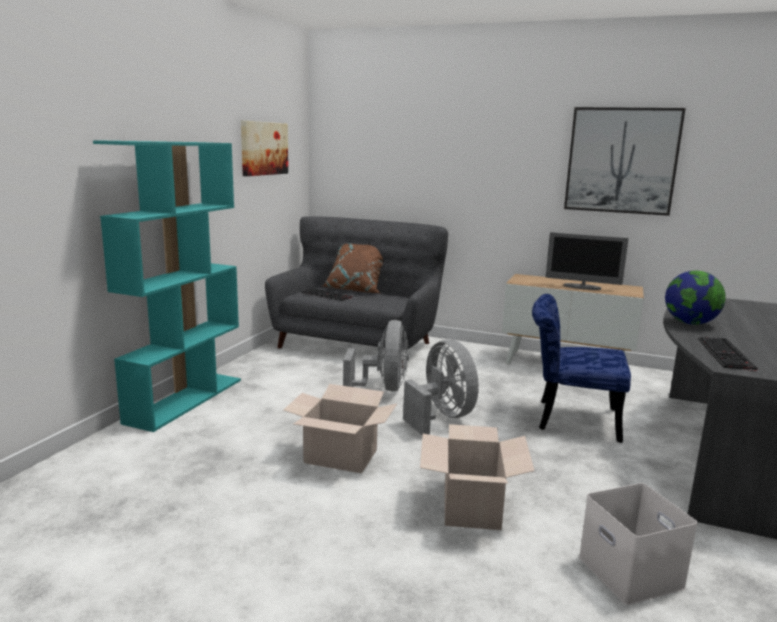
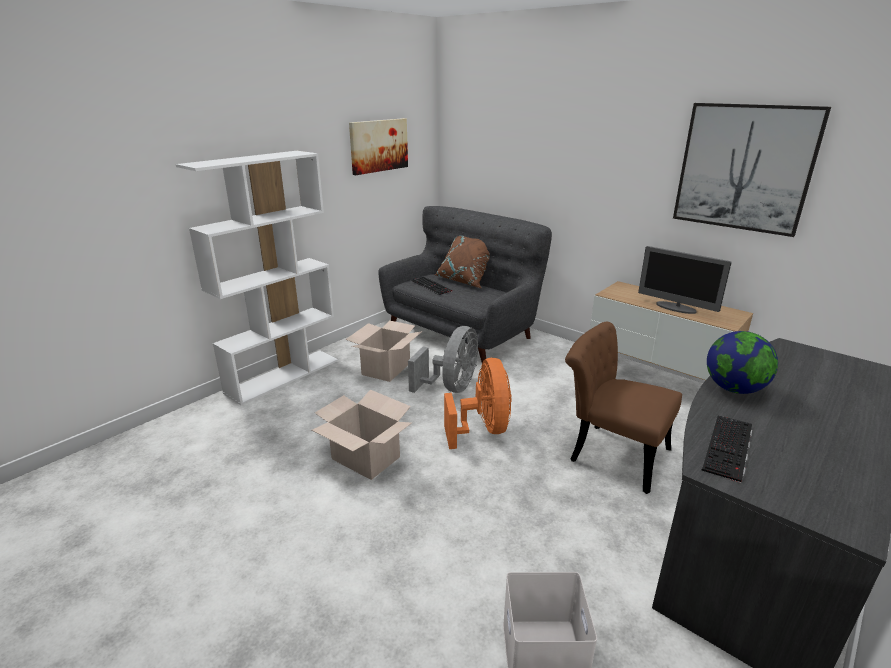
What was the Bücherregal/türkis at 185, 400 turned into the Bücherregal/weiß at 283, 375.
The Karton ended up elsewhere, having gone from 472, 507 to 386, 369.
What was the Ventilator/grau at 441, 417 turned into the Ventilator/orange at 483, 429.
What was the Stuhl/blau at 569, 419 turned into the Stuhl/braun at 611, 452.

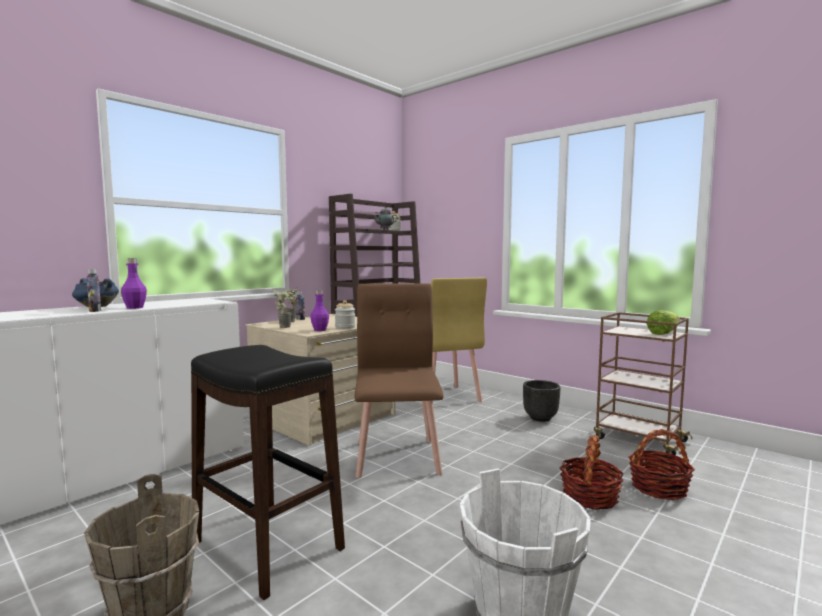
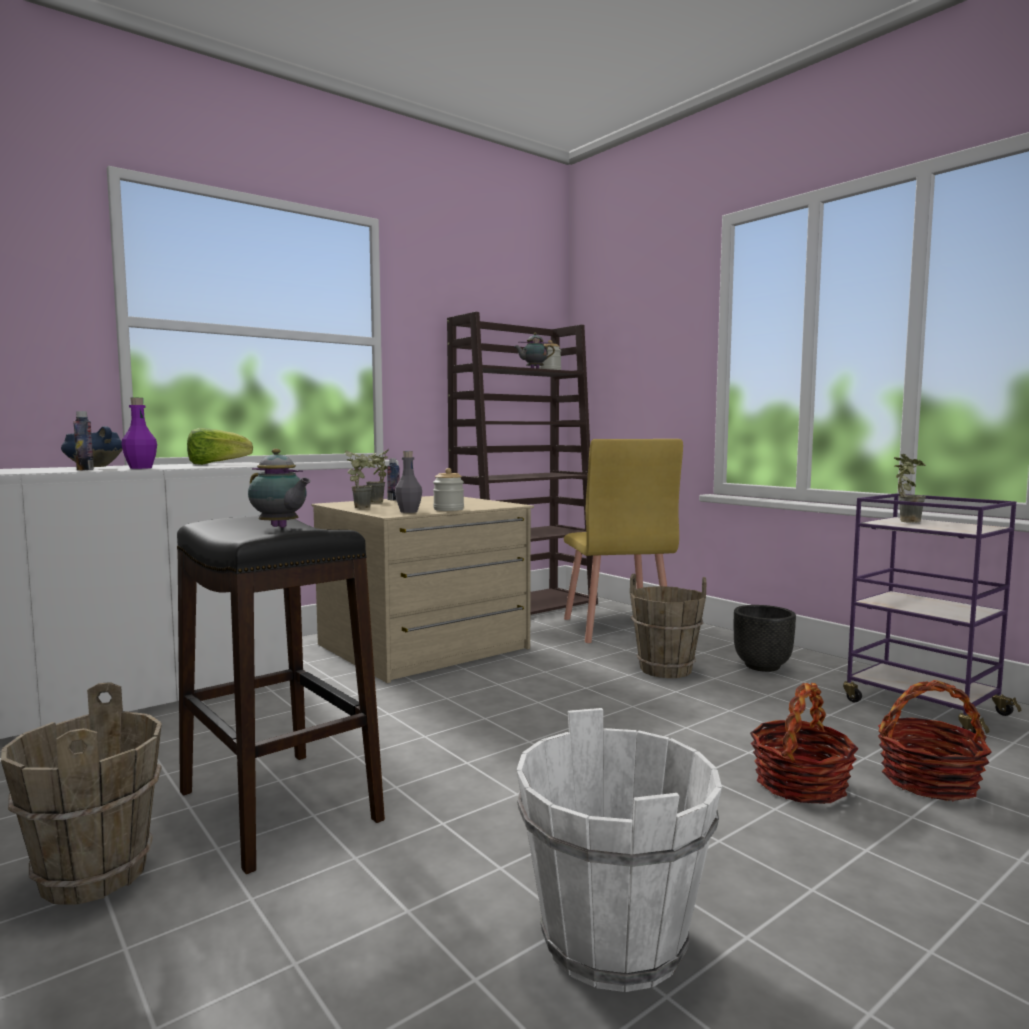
The Salatkopf ended up elsewhere, having gone from 663, 333 to 216, 464.
The second view gained the Teekanne at 280, 527.
What was the Flasche/lila at 320, 330 turned into the Flasche/grau at 408, 511.
The second view gained the Eimer/braun at 665, 670.
What was the Rollwagen/braun at 638, 439 turned into the Rollwagen/lila at 922, 707.
The second view gained the Topfpflanze at 904, 521.
The second view lost the Stuhl/braun at 398, 456.

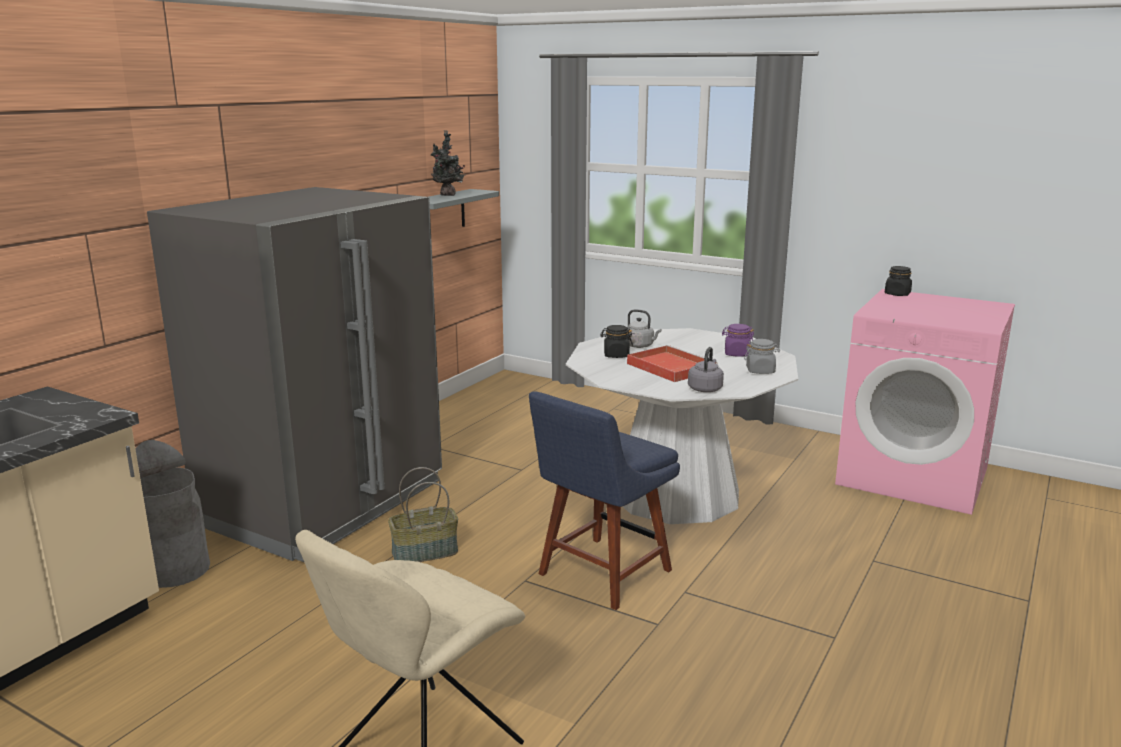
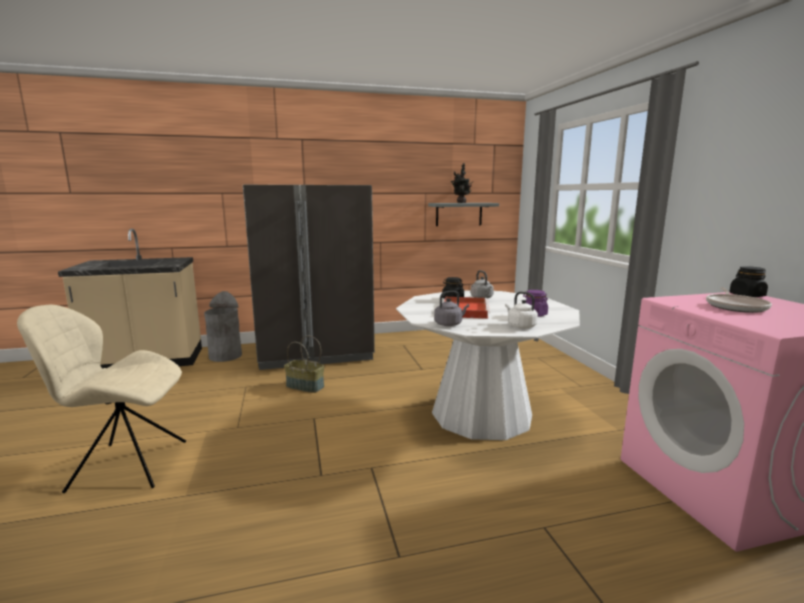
Where the Vorratsglas/grau stood at 760, 371, the Wasserkessel/weiß came to stand at 520, 326.
The second view gained the Pfanne at 735, 306.
The second view lost the Stuhl/blau at 600, 575.

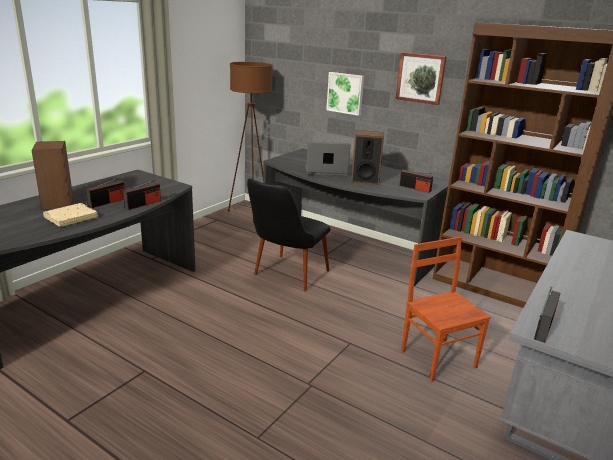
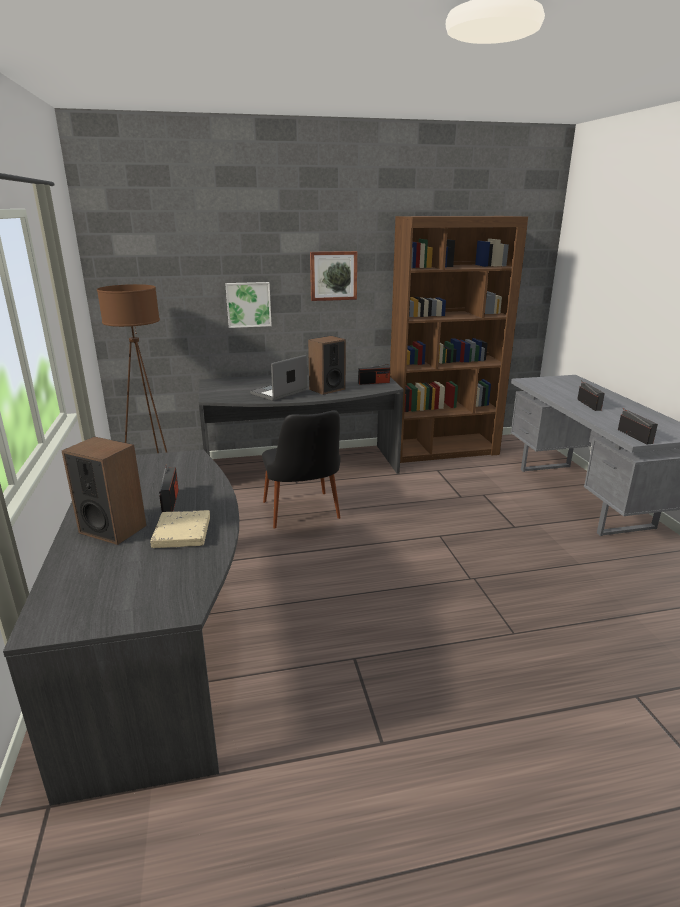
The Radio ended up elsewhere, having gone from 143, 204 to 588, 404.
The second view lost the Stuhl/braun at 438, 358.

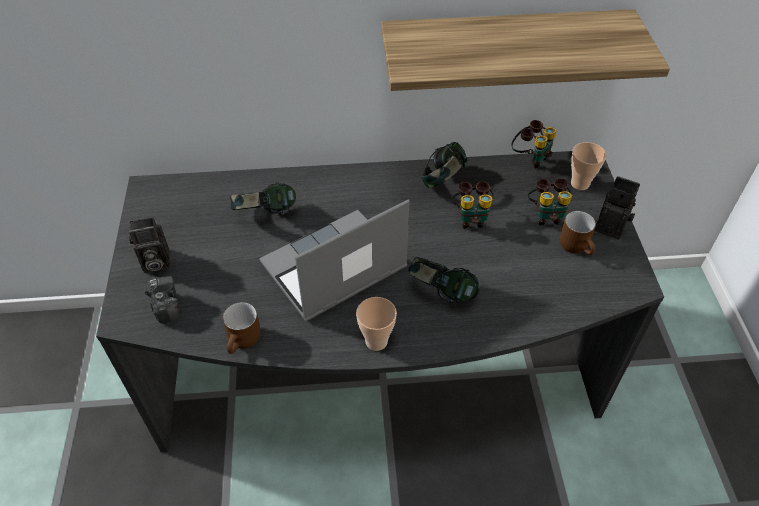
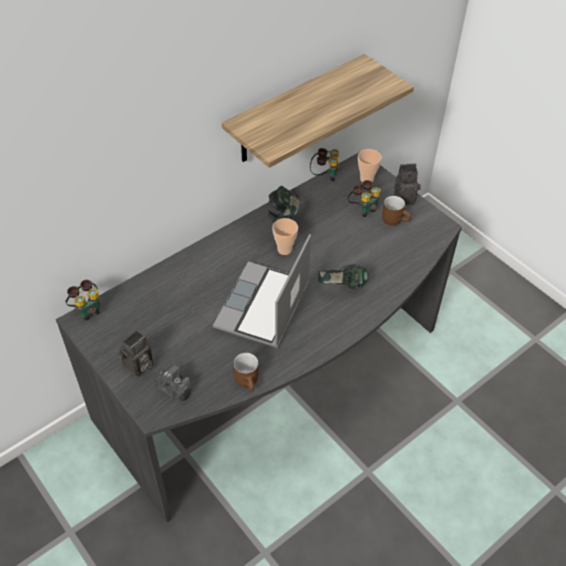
The Fernglas ended up elsewhere, having gone from 471, 218 to 87, 310.
The Tasse ended up elsewhere, having gone from 376, 341 to 284, 249.
The second view lost the Kopfhörer at 266, 215.

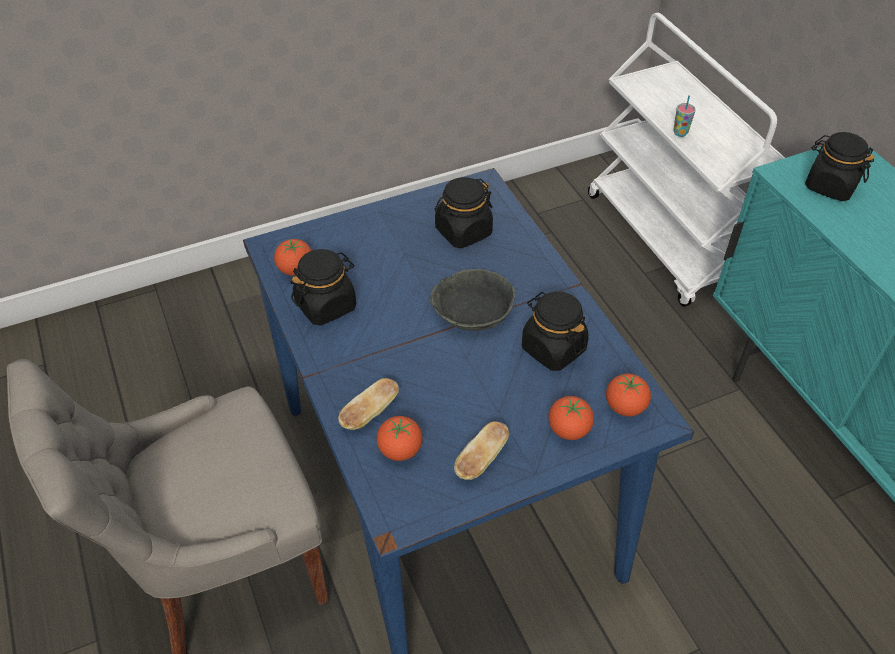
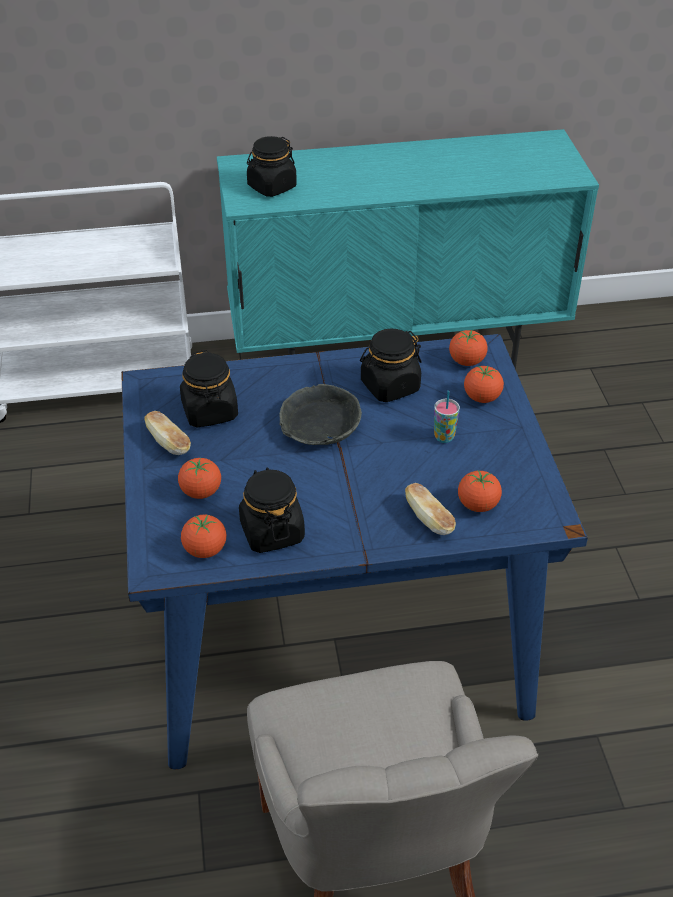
The Brot ended up elsewhere, having gone from 481, 459 to 169, 442.
The second view gained the Tomate at 201, 492.
The Tasse ended up elsewhere, having gone from 680, 133 to 444, 437.

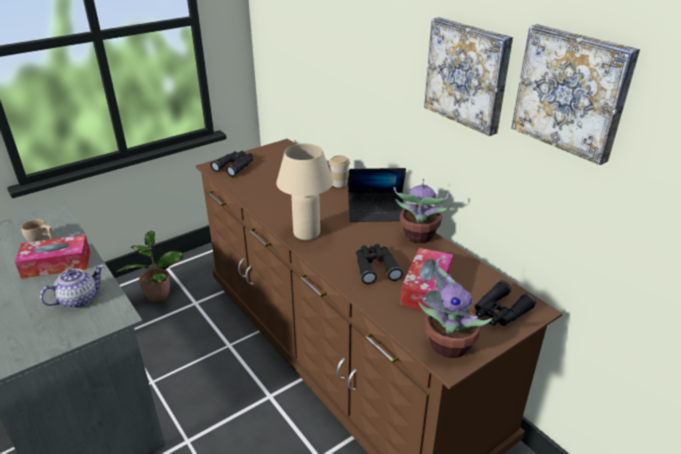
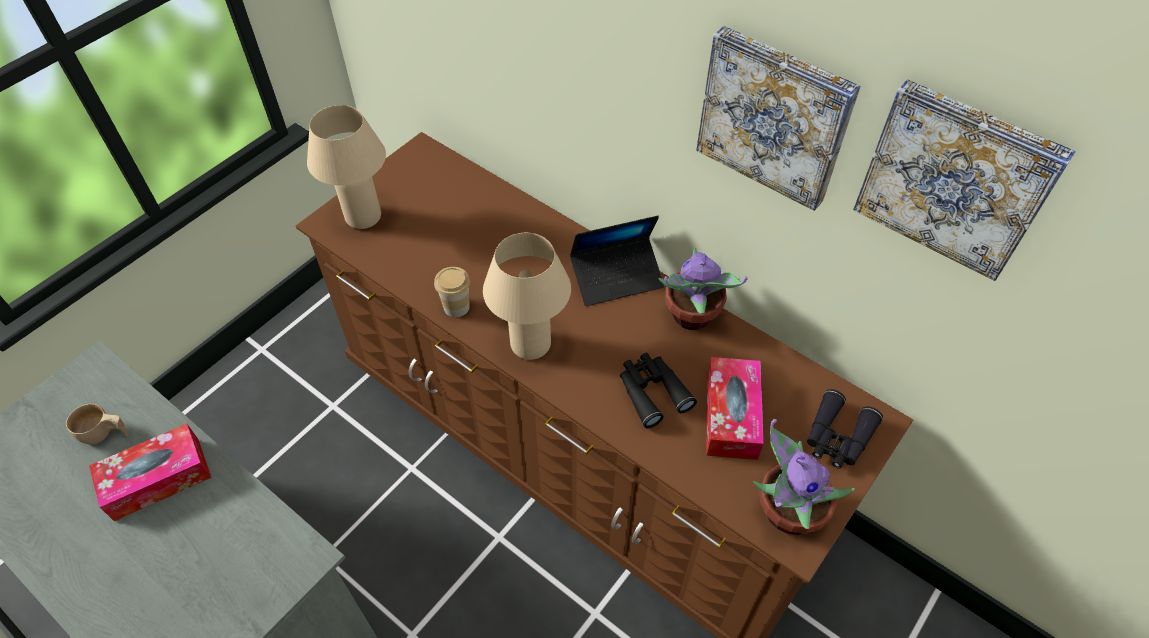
Where the Fernglas/schwarz stood at 235, 166, the Tischlampe/beige came to stand at 363, 217.
The Tasse ended up elsewhere, having gone from 339, 183 to 456, 307.
The second view lost the Teekanne at 79, 299.
The second view lost the Topfpflanze at 158, 294.

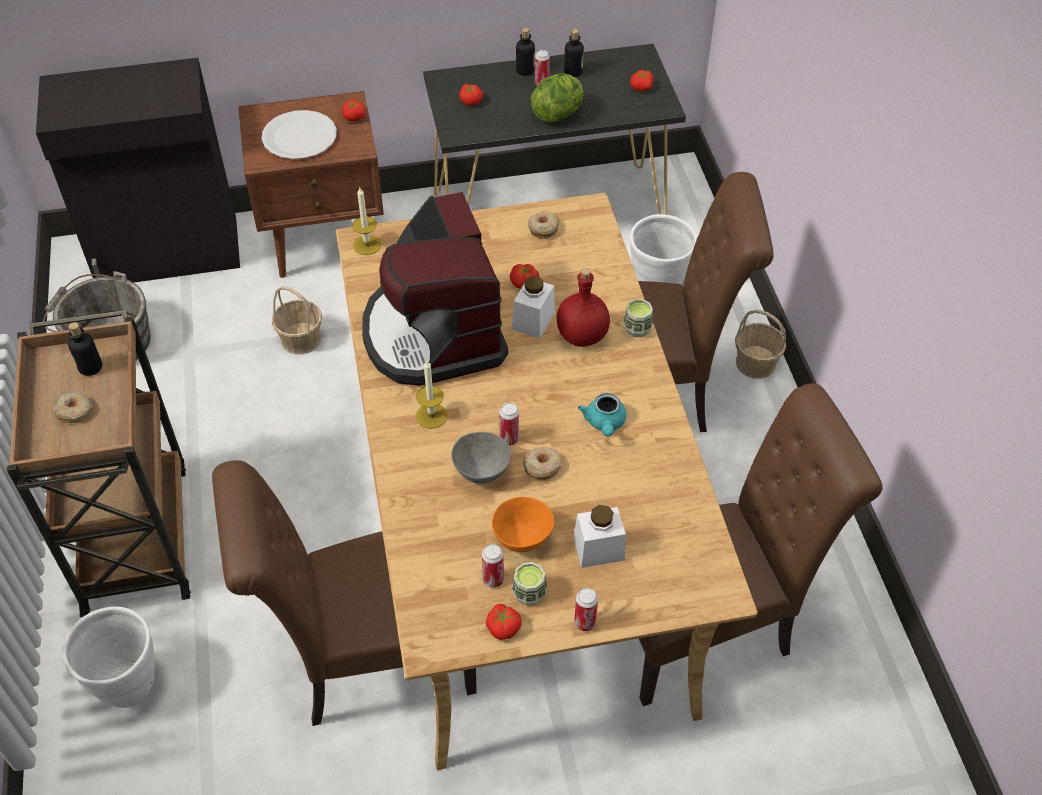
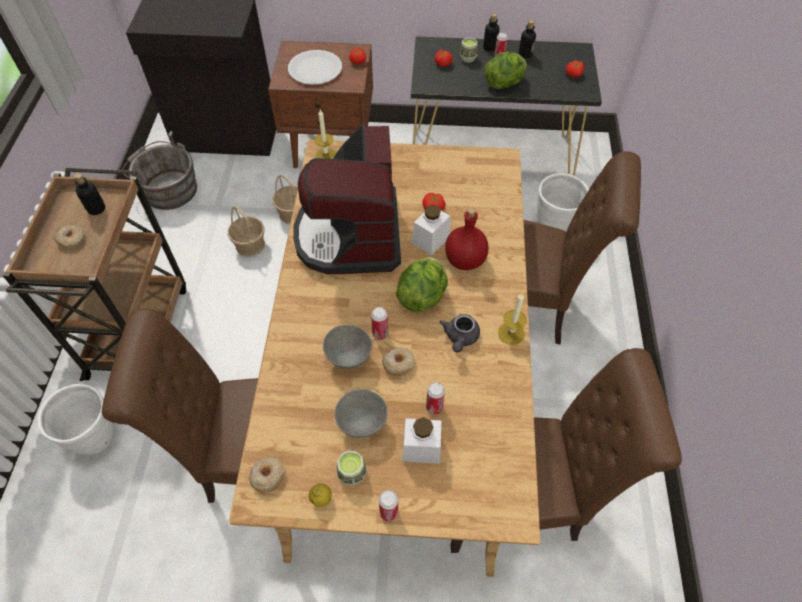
The Korb ended up elsewhere, having gone from 755, 362 to 250, 245.
The Donut ended up elsewhere, having gone from 543, 228 to 267, 476.
Where the Tomate stood at 503, 627, the Zitrone came to stand at 321, 499.
What was the Schüssel/orange at 522, 539 turned into the Schüssel/grau at 362, 423.
The second view gained the Salatkopf at 422, 296.
The Dose ended up elsewhere, having gone from 493, 579 to 434, 407.
What was the Teekanne/türkis at 604, 423 turned into the Teekanne/grau at 460, 338.
The Tasse ended up elsewhere, having gone from 637, 329 to 468, 58.
The Kerze ended up elsewhere, having gone from 431, 416 to 511, 333.

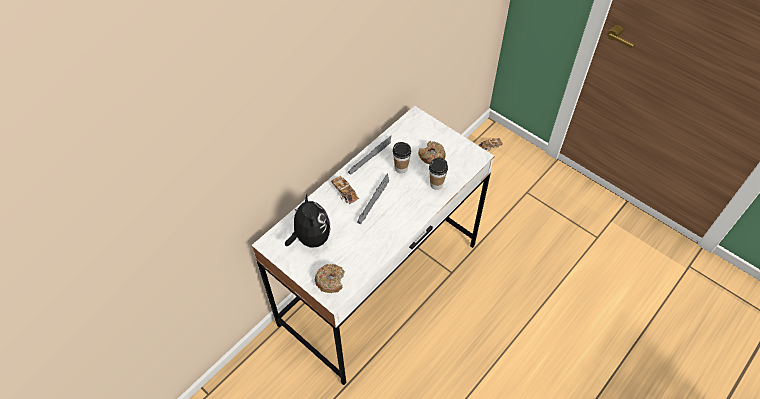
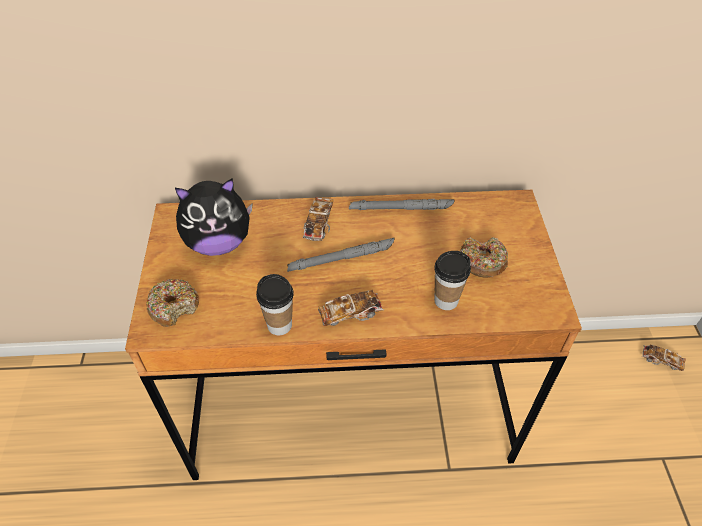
What was the Schreibtisch/weiß at 380, 284 turned into the Schreibtisch/braun at 351, 406.
The Plüschtier at 311, 238 ended up facing another way, 45 degrees clockwise from before.
The Tasse ended up elsewhere, having gone from 401, 168 to 279, 325.
The second view gained the Spielzeugauto at 350, 314.

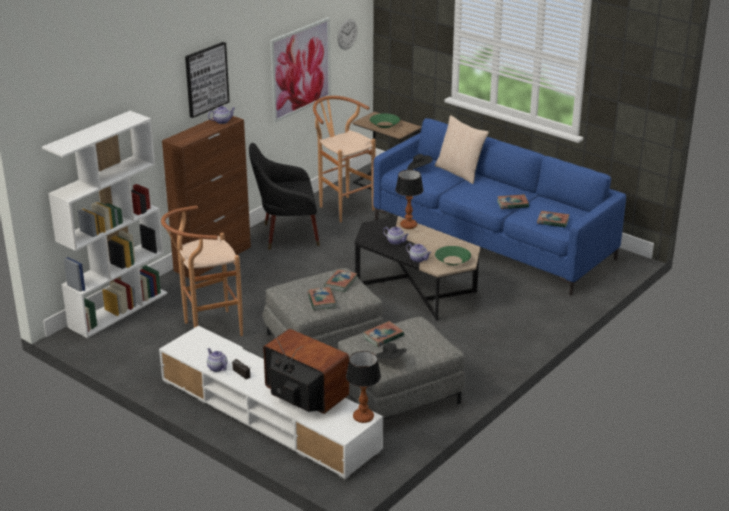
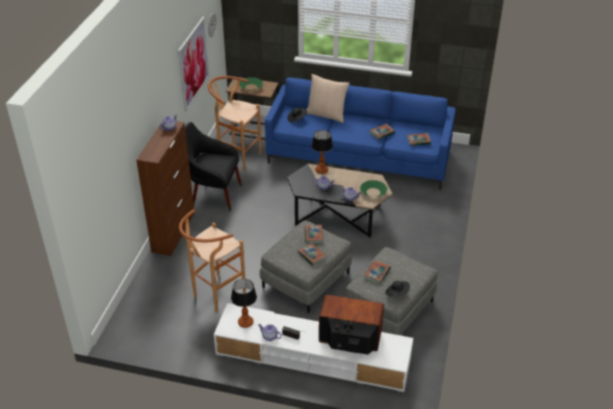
The Sessel/schwarz at 286, 235 ended up facing another way, 45 degrees clockwise from before.
The Tischlampe ended up elsewhere, having gone from 363, 417 to 245, 323.
The second view lost the Bücherregal/weiß at 118, 309.
The second view lost the Bild at 206, 79.

